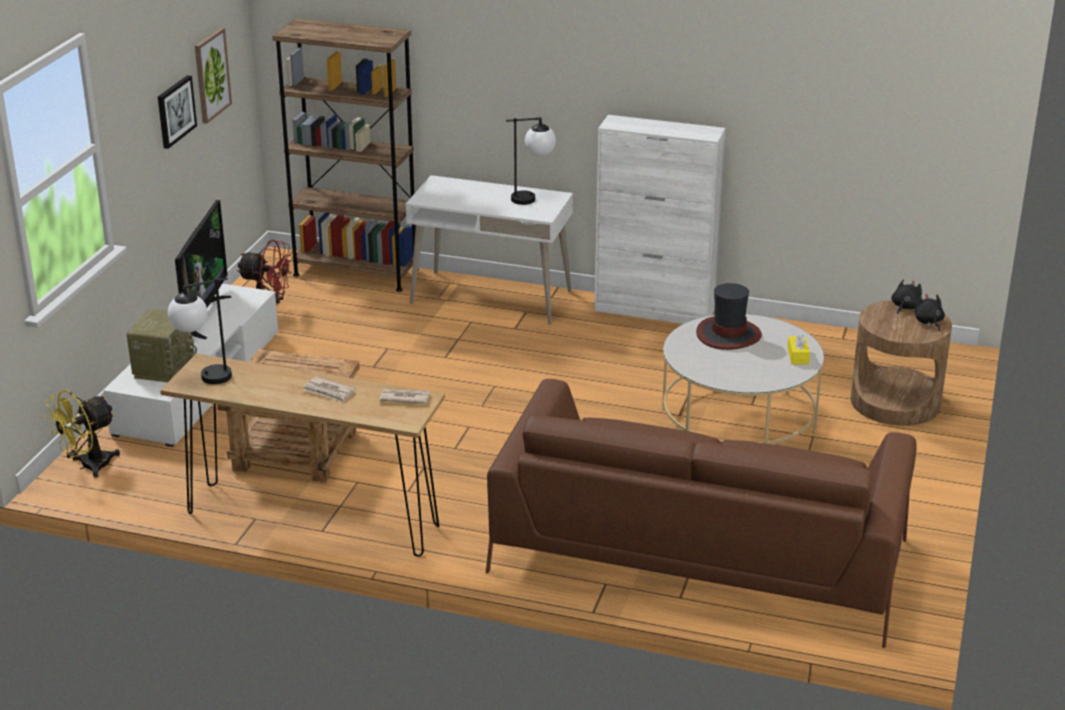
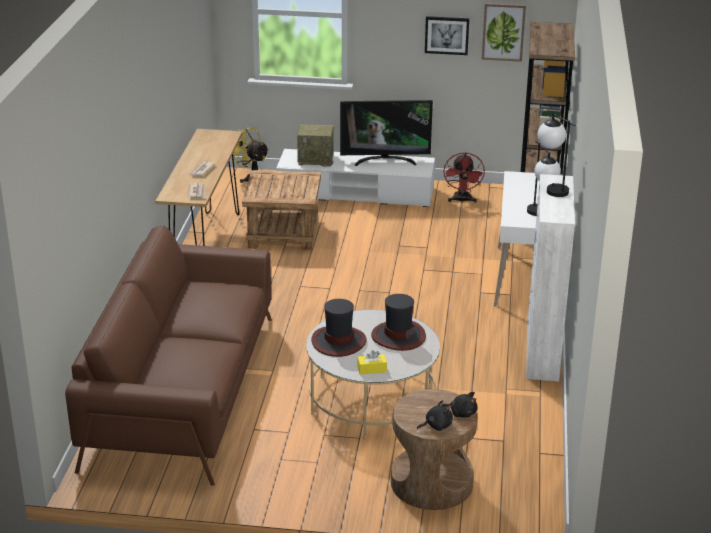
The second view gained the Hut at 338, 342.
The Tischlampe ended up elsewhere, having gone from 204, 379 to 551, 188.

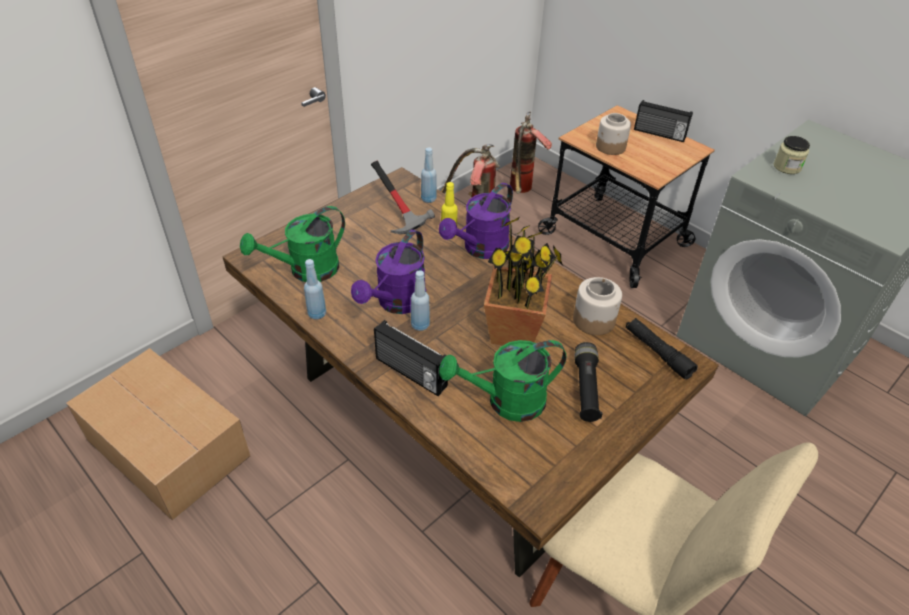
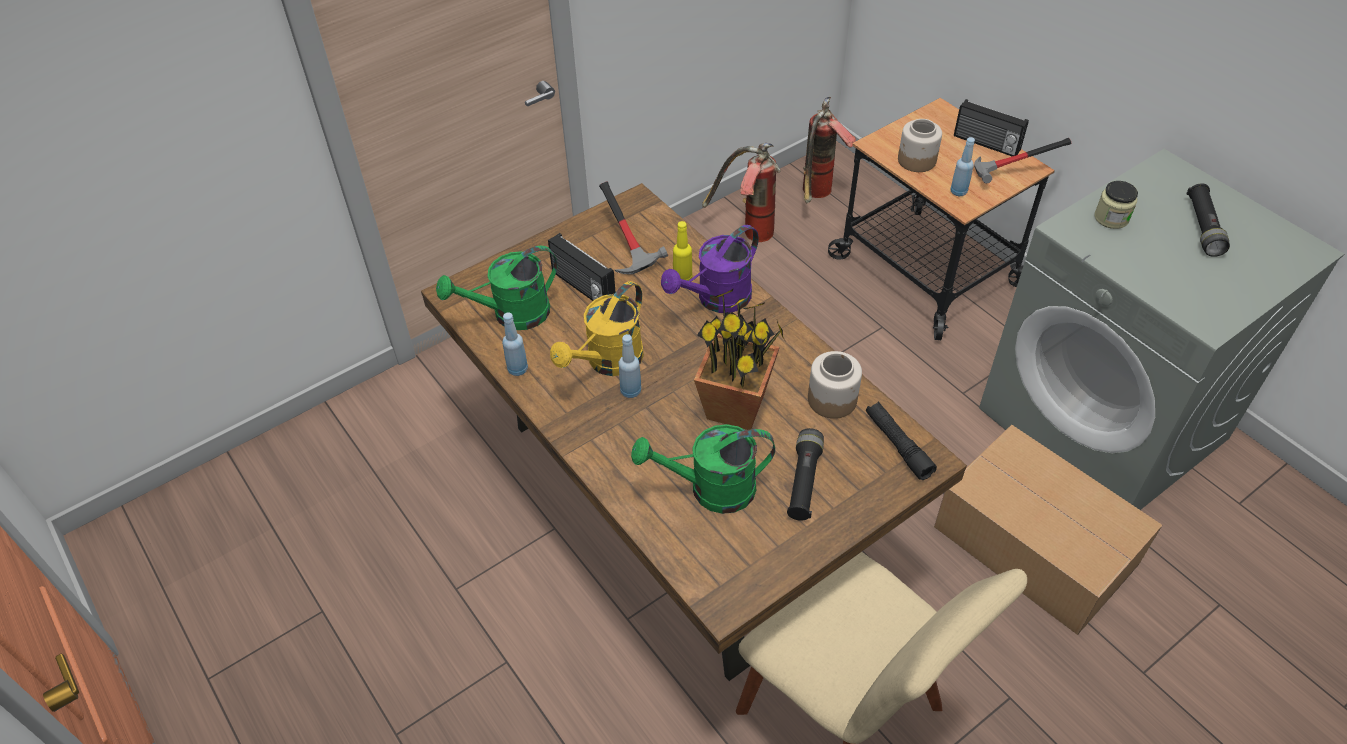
The Radio ended up elsewhere, having gone from 410, 373 to 582, 287.
What was the Gießkanne/lila at 396, 303 turned into the Gießkanne/gelb at 608, 362.
The Karton ended up elsewhere, having gone from 167, 445 to 1033, 542.
The Flasche/blau ended up elsewhere, having gone from 428, 199 to 958, 191.
The second view gained the Hammer at 1012, 175.
The second view gained the Taschenlampe/schwarz at 1203, 228.

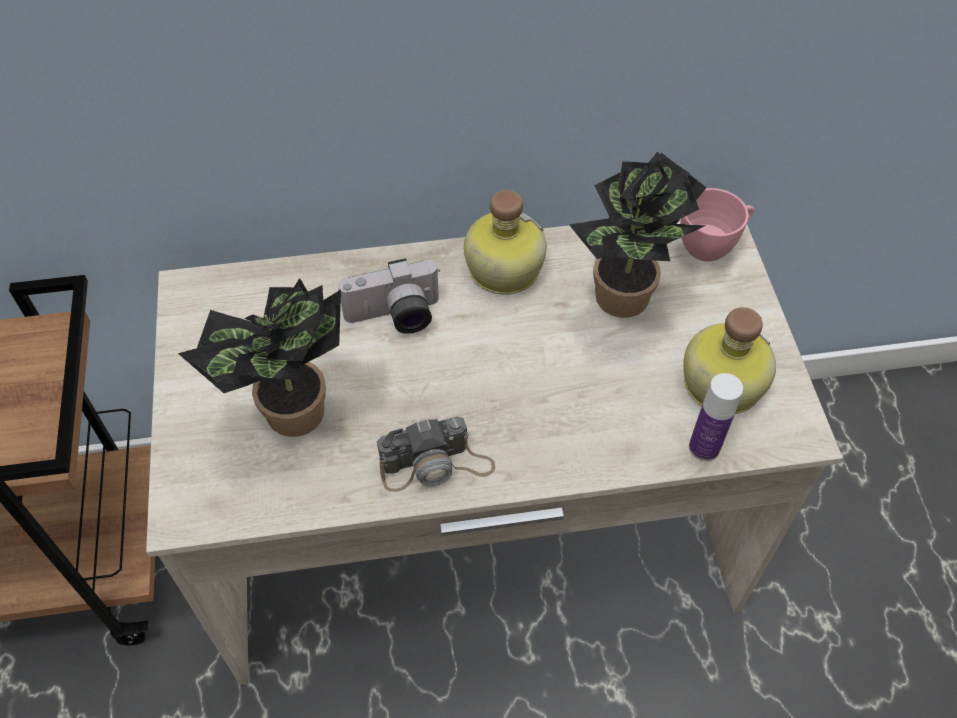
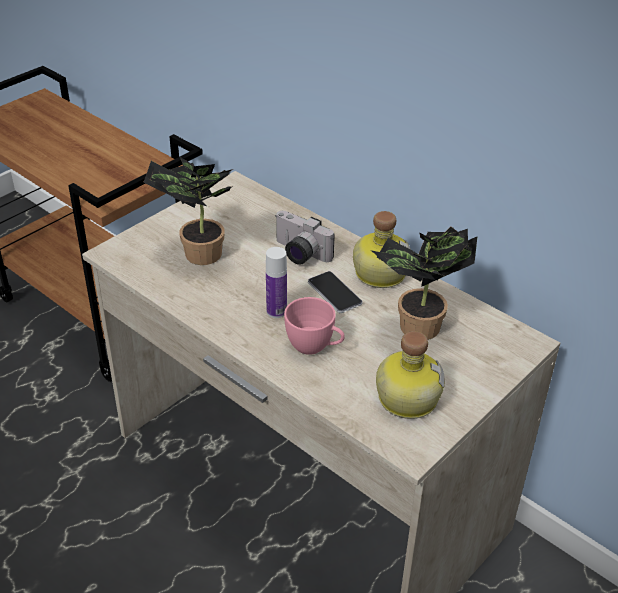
The Flasche ended up elsewhere, having gone from 704, 448 to 276, 311.
The Tasse/rosa ended up elsewhere, having gone from 712, 246 to 315, 347.
The second view gained the Handy at 334, 293.
The second view lost the Kamera at 436, 465.

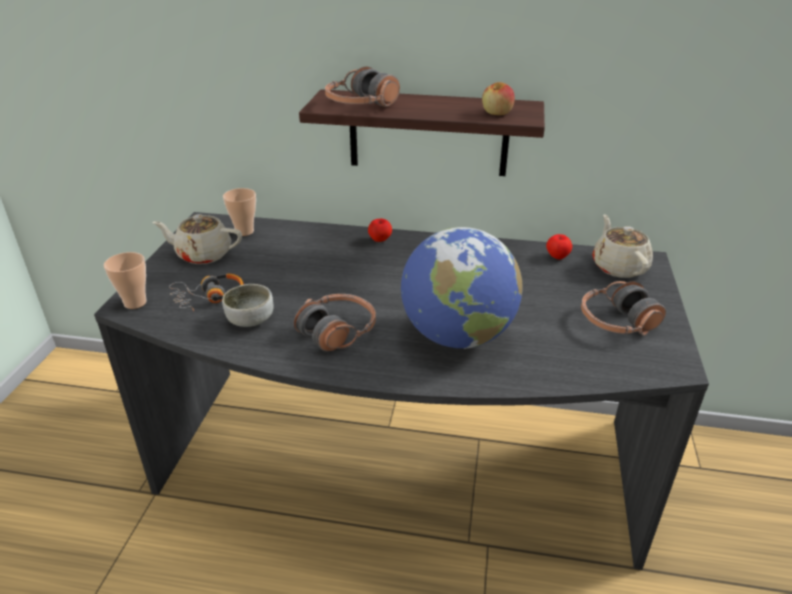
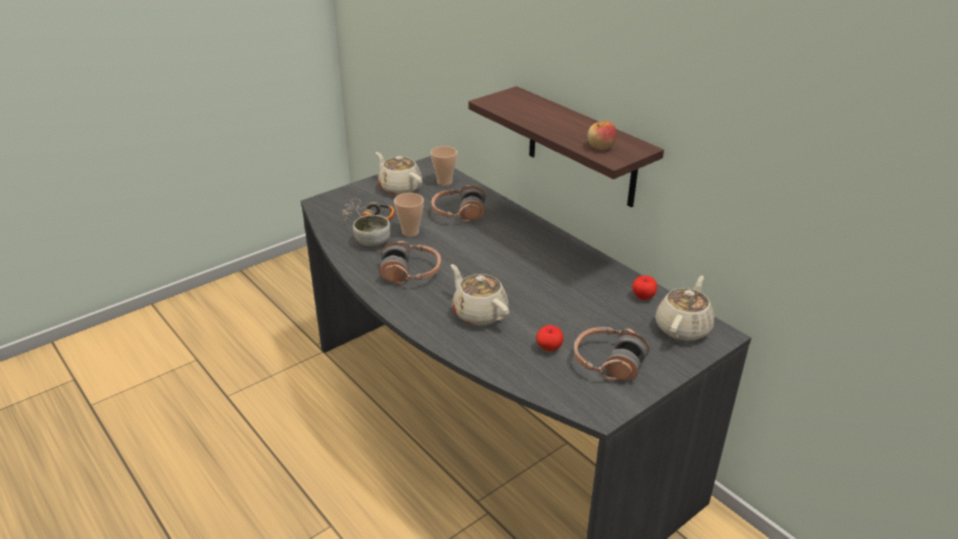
The Tasse ended up elsewhere, having gone from 135, 303 to 410, 232.
The Kopfhörer ended up elsewhere, having gone from 361, 105 to 458, 213.
Where the Globus stood at 457, 336, the Teekanne/beige came to stand at 479, 313.
The Apfel ended up elsewhere, having gone from 379, 240 to 549, 348.

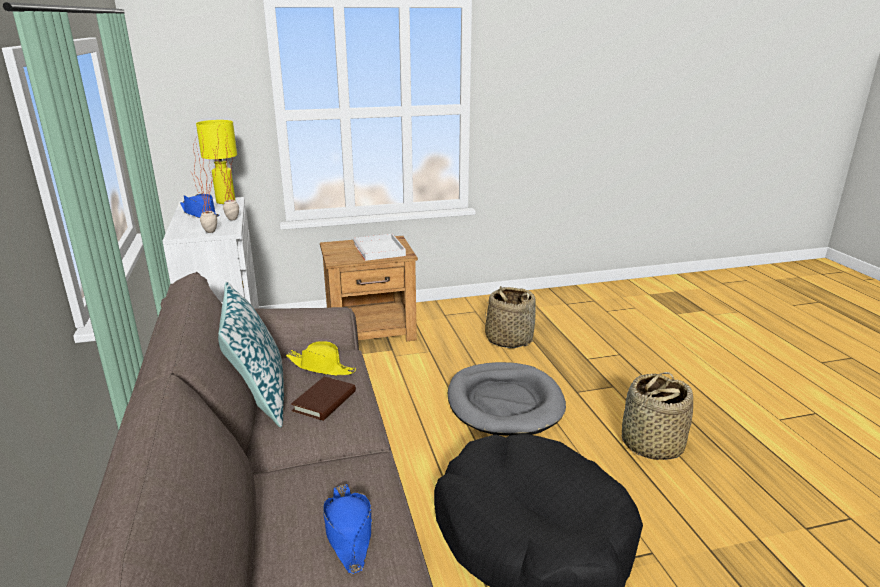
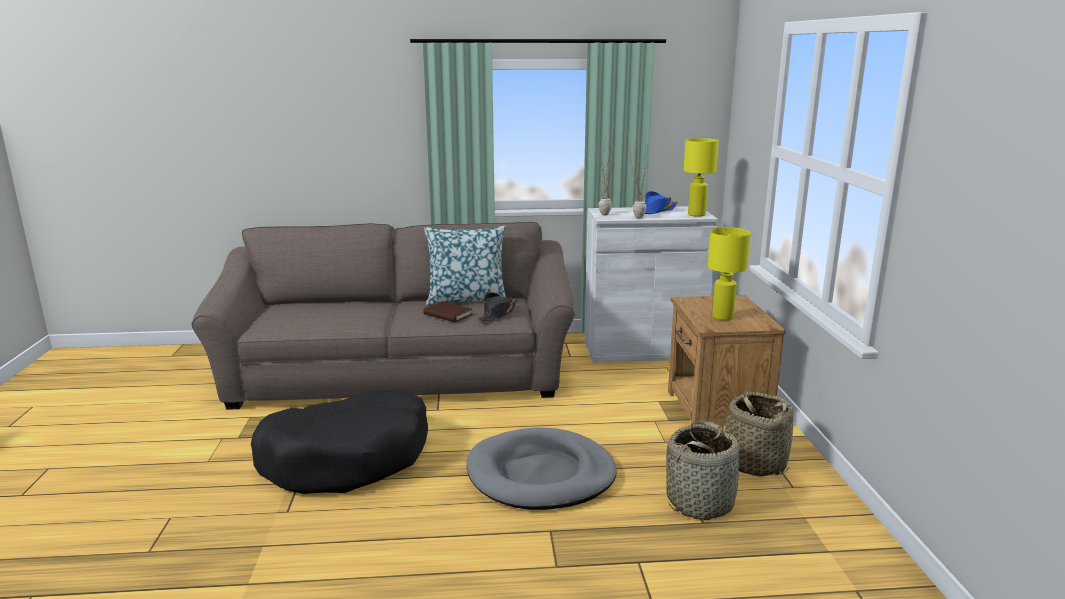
What was the Hut/gelb at 321, 367 turned into the Hut/schwarz at 497, 314.
Where the Tablett/weiß stood at 380, 250, the Tischlampe/gelb came to stand at 722, 317.
The Korb ended up elsewhere, having gone from 651, 444 to 753, 462.
The second view lost the Hut/blau at 348, 533.

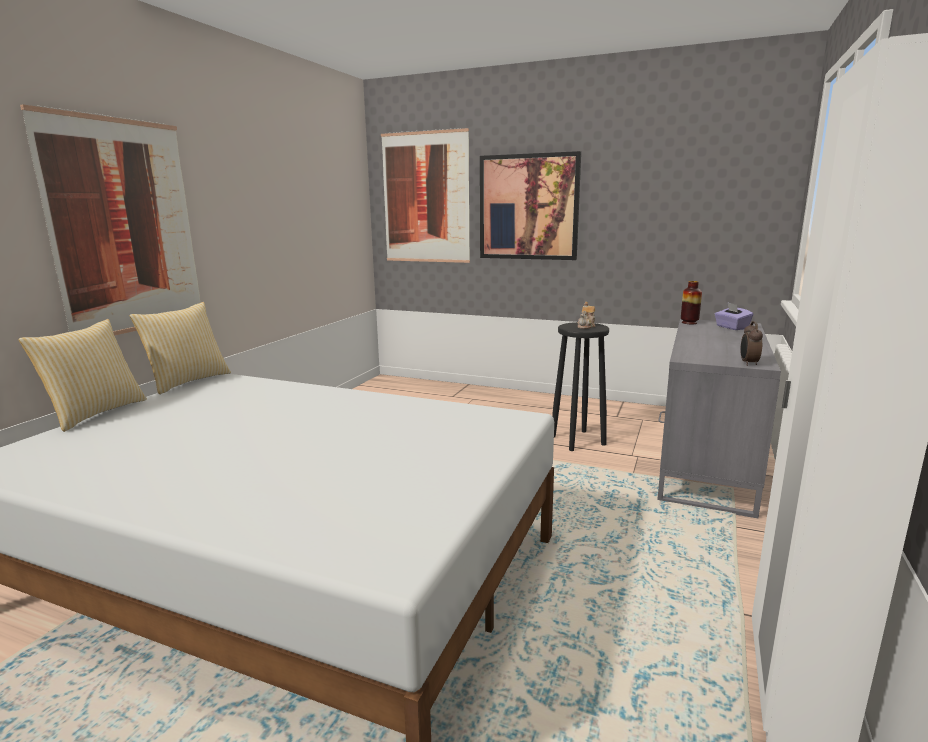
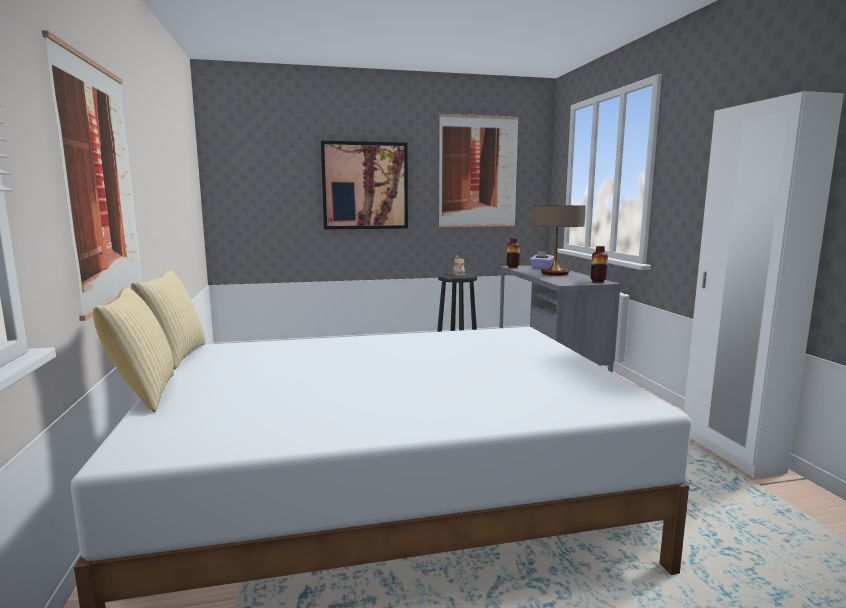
The Bild ended up elsewhere, having gone from 426, 197 to 478, 171.
The second view gained the Tischlampe at 554, 274.
Where the Wecker stood at 748, 363, the Vase came to stand at 598, 282.

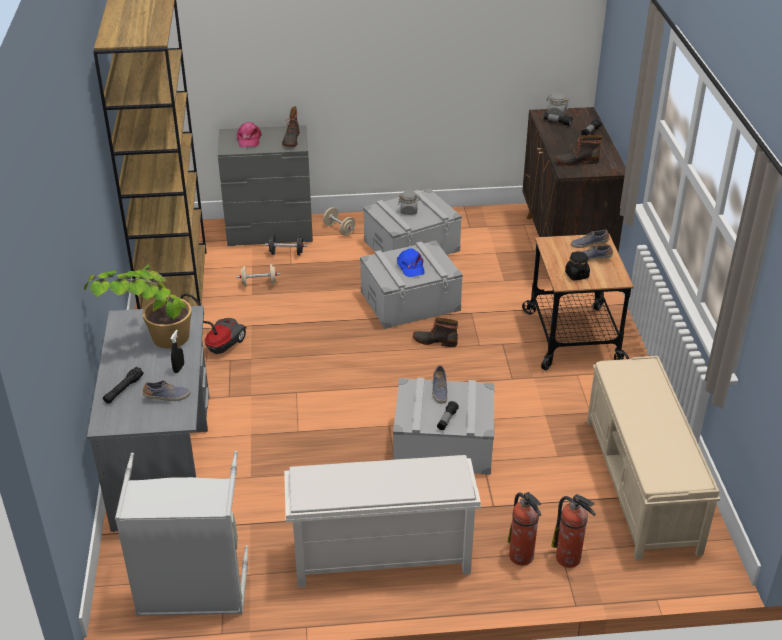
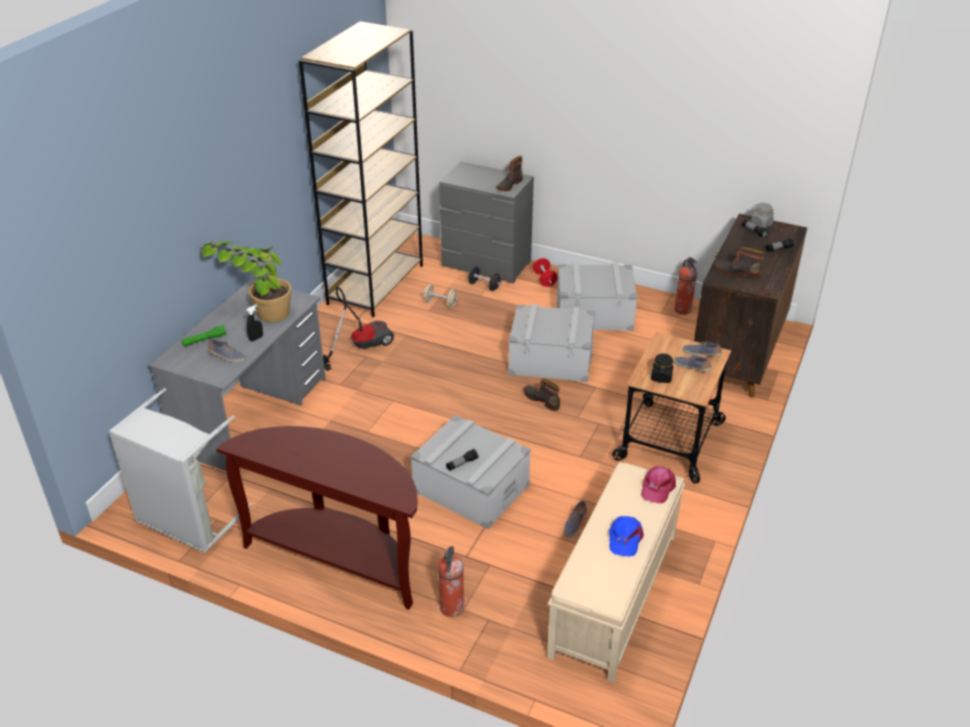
What was the Taschenlampe/schwarz at 123, 389 turned into the Taschenlampe/grün at 204, 340.
Where the Schuhregal/weiß stood at 380, 558, the Konsolentisch/braun came to stand at 339, 558.
What was the Hantel/beige at 339, 229 turned into the Hantel/rot at 544, 280.
The Schuh ended up elsewhere, having gone from 439, 390 to 574, 524.
The Kappe/blau ended up elsewhere, having gone from 410, 266 to 624, 538.
The Kappe/rosa ended up elsewhere, having gone from 248, 139 to 657, 487.
The Feuerlöscher ended up elsewhere, having gone from 569, 559 to 683, 310.
The second view lost the Vorratsglas/grau at 409, 211.

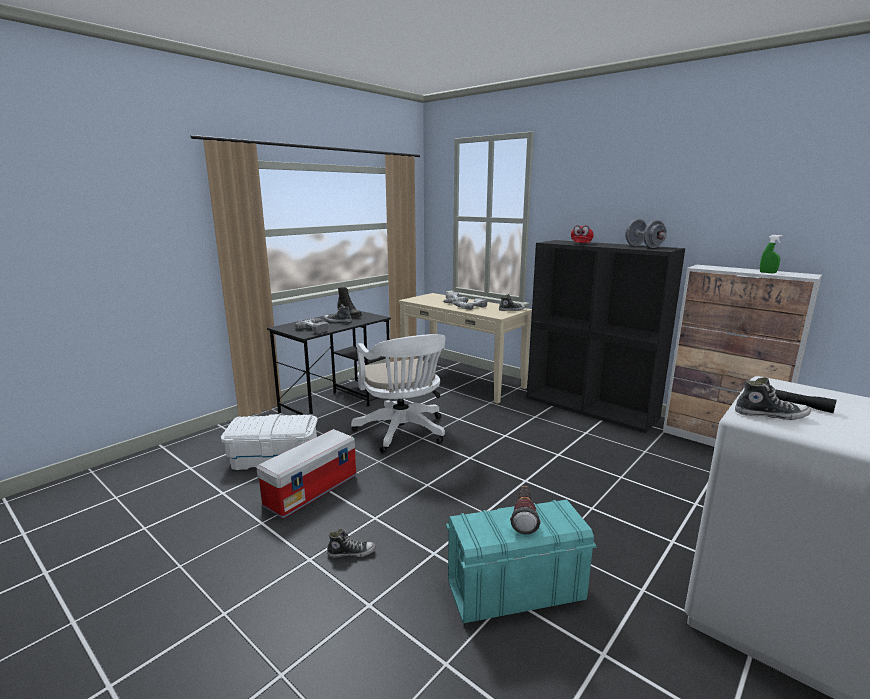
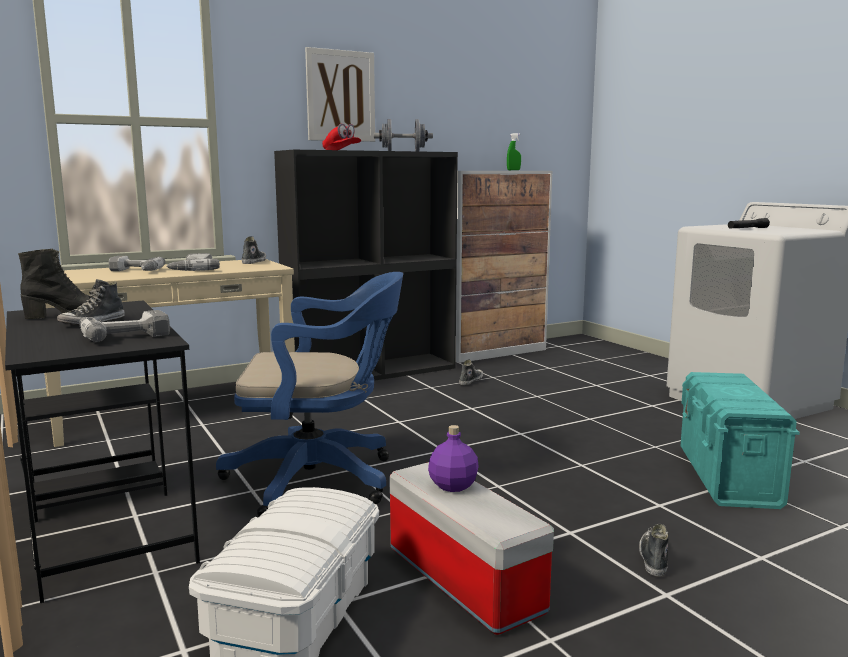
What was the Bürostuhl/weiß at 403, 433 turned into the Bürostuhl/blau at 320, 480.
The second view gained the Bild at 340, 96.
The second view gained the Flasche/lila at 453, 485.
The Schuh ended up elsewhere, having gone from 770, 415 to 470, 381.
The second view lost the Taschenlampe at 524, 517.

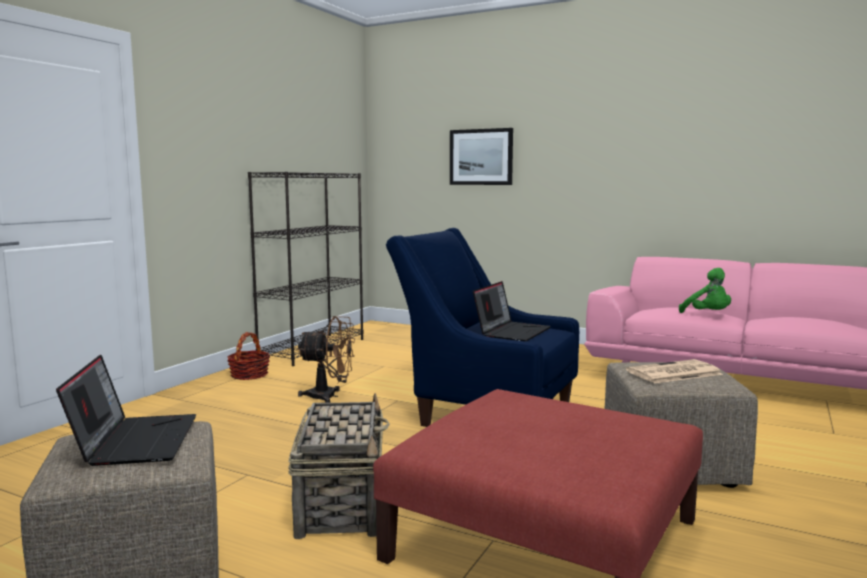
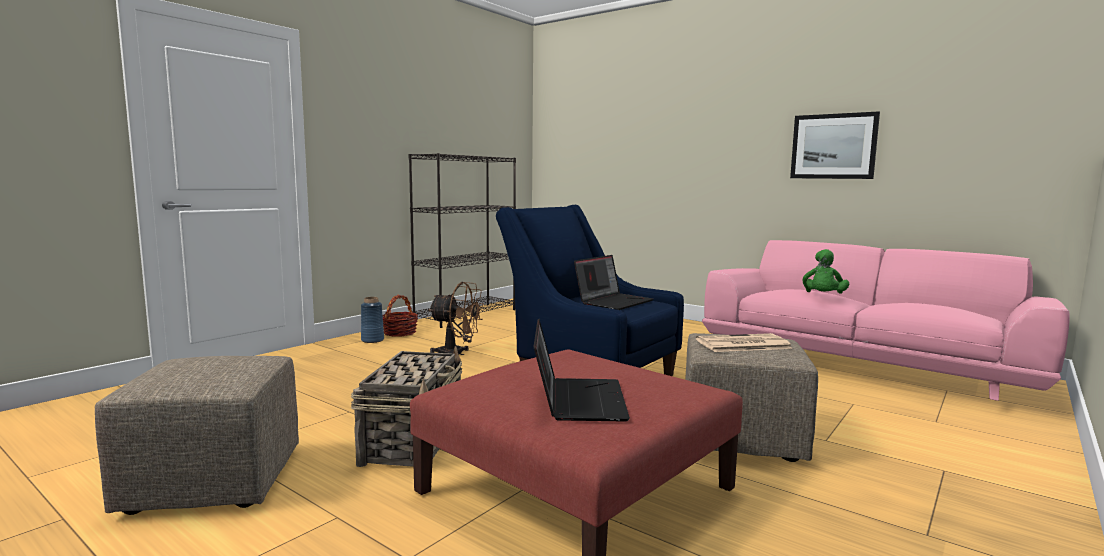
The second view gained the Vase/blau at 372, 340.
The Laptop ended up elsewhere, having gone from 135, 440 to 577, 400.
The Bild ended up elsewhere, having gone from 481, 157 to 833, 146.
The Plüschtier/grün at 708, 315 ended up facing another way, 45 degrees clockwise from before.

